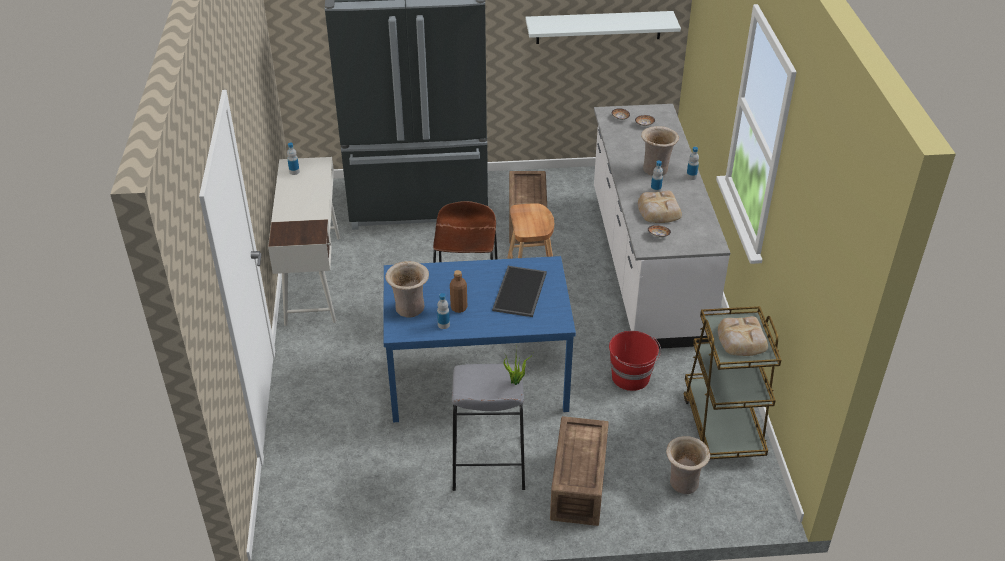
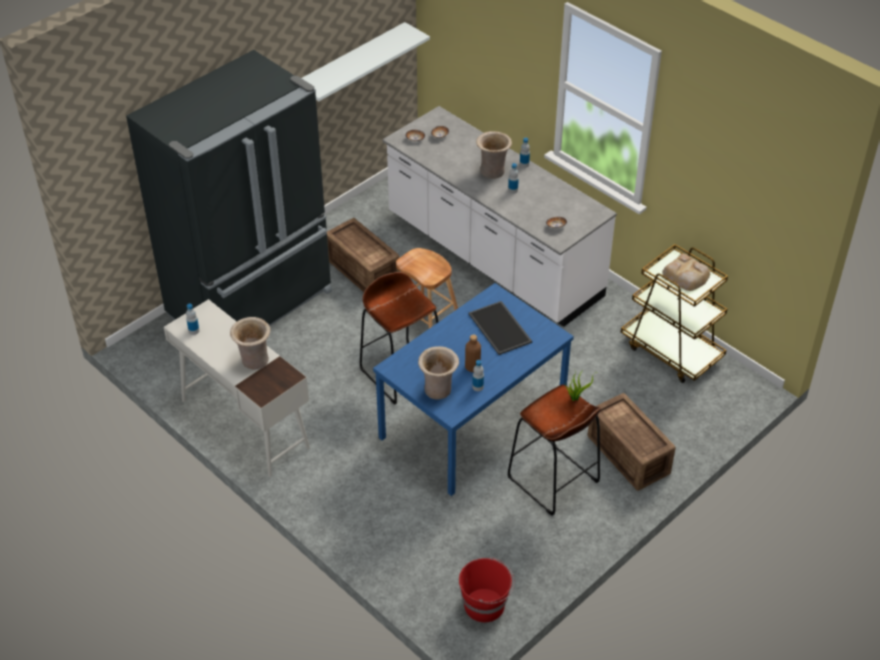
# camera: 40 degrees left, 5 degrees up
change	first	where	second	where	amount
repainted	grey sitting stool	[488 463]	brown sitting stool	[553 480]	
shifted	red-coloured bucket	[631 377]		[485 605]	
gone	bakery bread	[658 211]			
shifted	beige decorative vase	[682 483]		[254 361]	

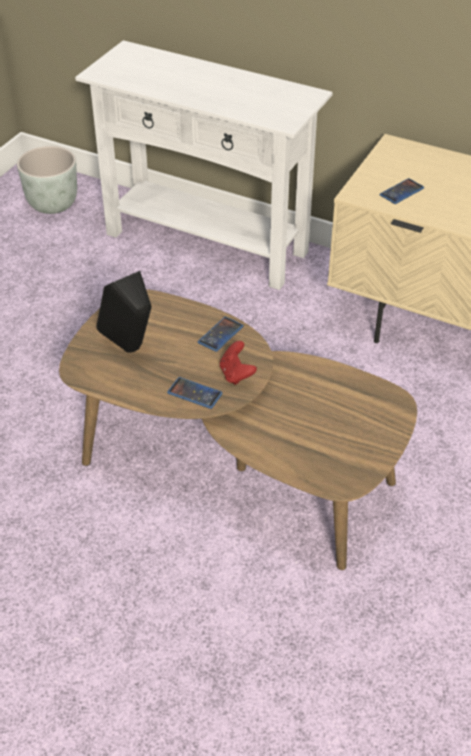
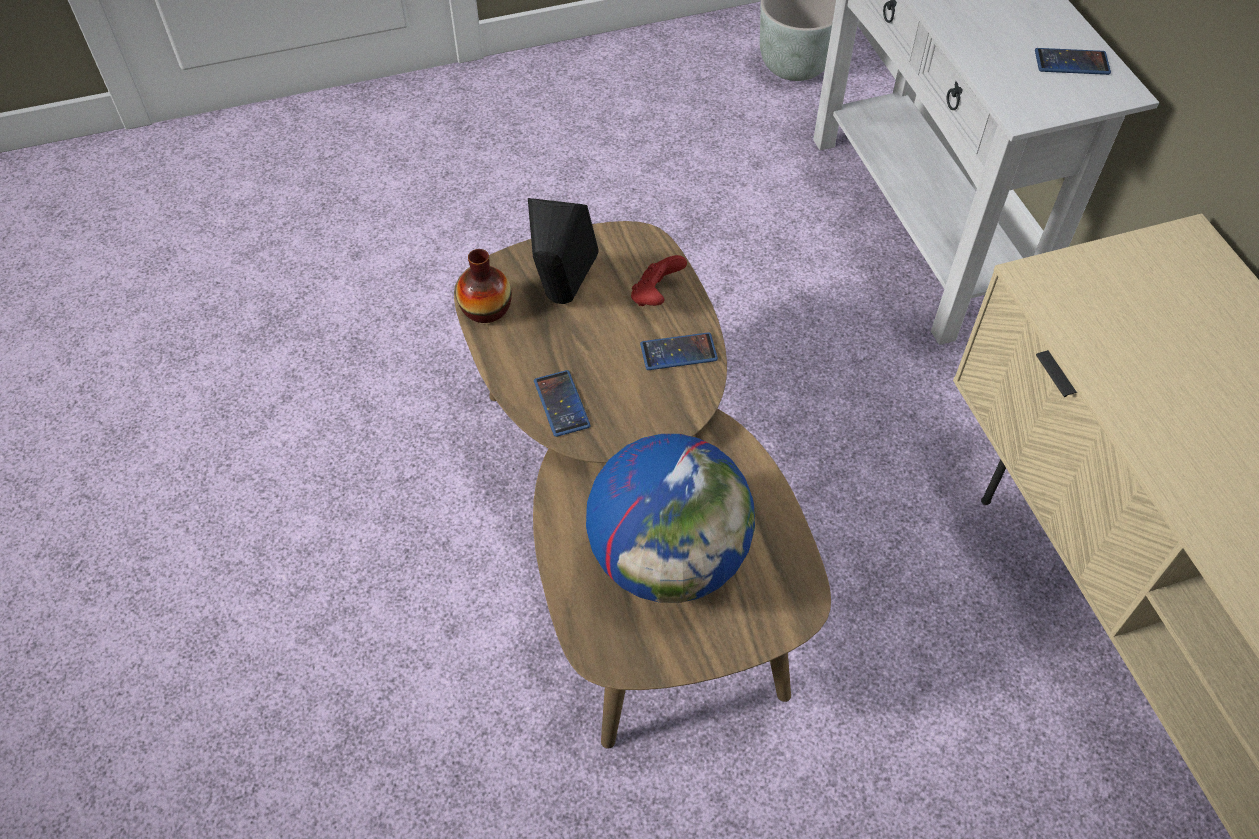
# camera: 45 degrees right, 10 degrees up
change	first	where	second	where	amount
shifted	red-coloured joypad	[236 374]		[656 296]	
shifted	handset	[401 192]		[1071 62]	
new			decorative vase	[486 308]	
new			desk globe	[668 558]	

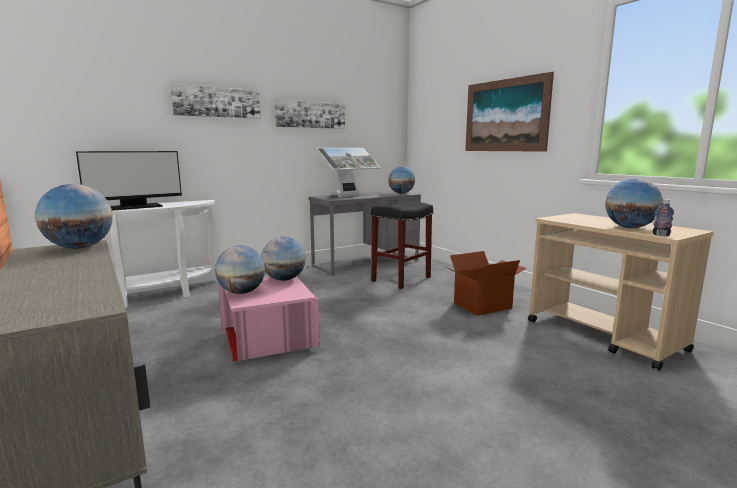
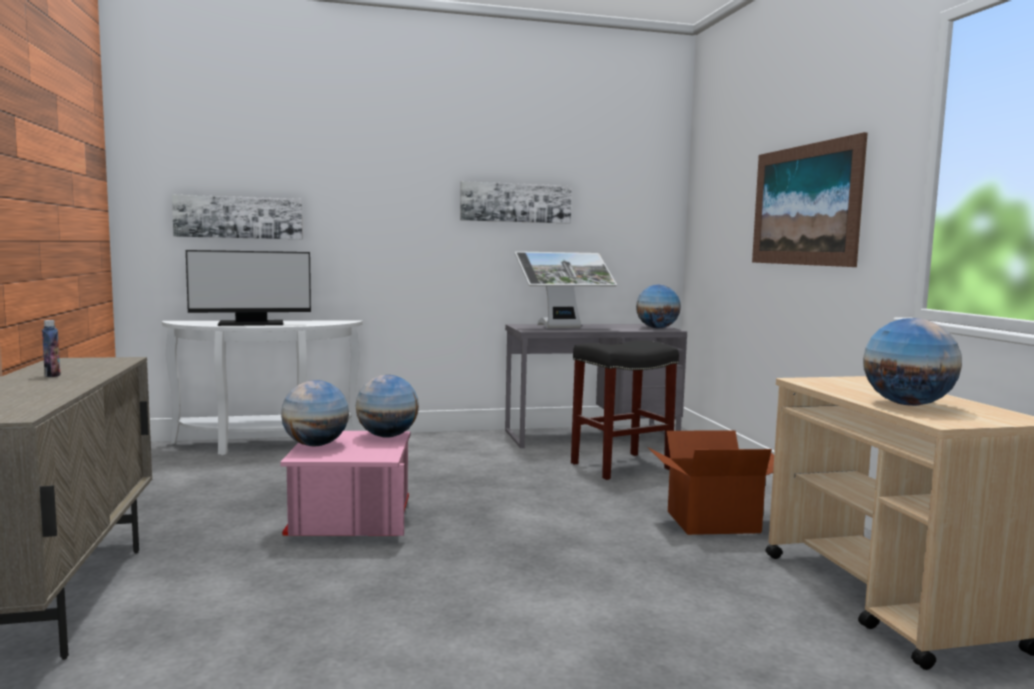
# camera: 20 degrees right, 5 degrees down
change	first	where	second	where	amount
gone	desk globe	[79 247]			
shifted	picture	[217 102]		[239 217]	
shifted	bottle	[661 235]		[52 375]	

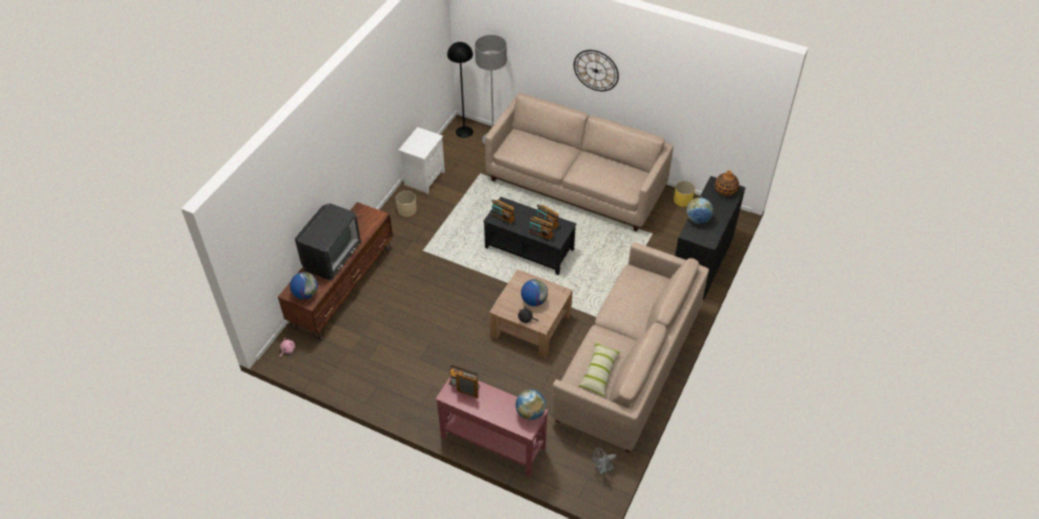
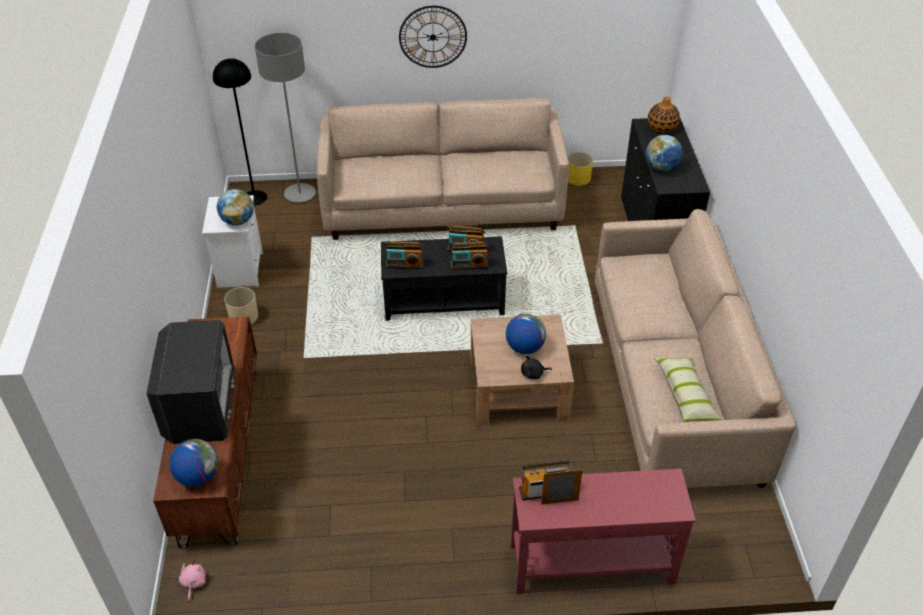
# camera: 30 degrees left, 5 degrees down
change	first	where	second	where	amount
shifted	desk globe	[530 412]		[238 221]	
gone	grey electric fan	[602 470]			

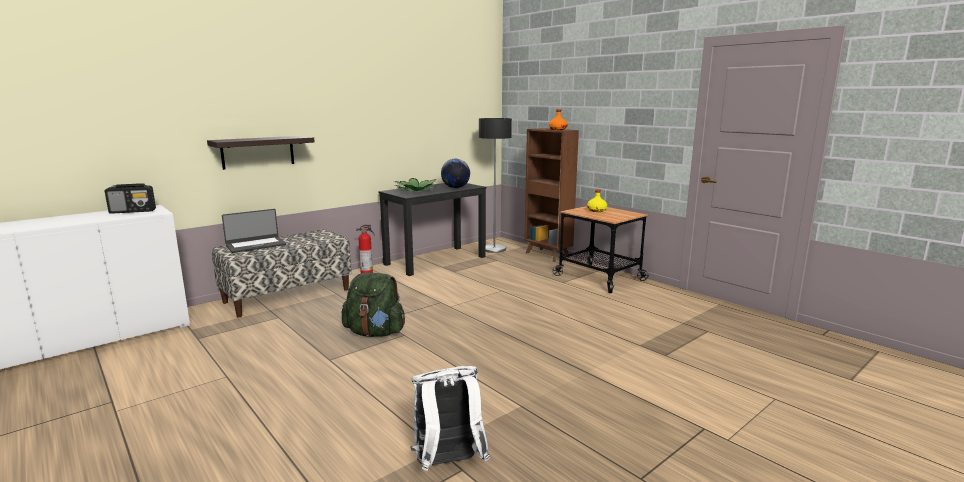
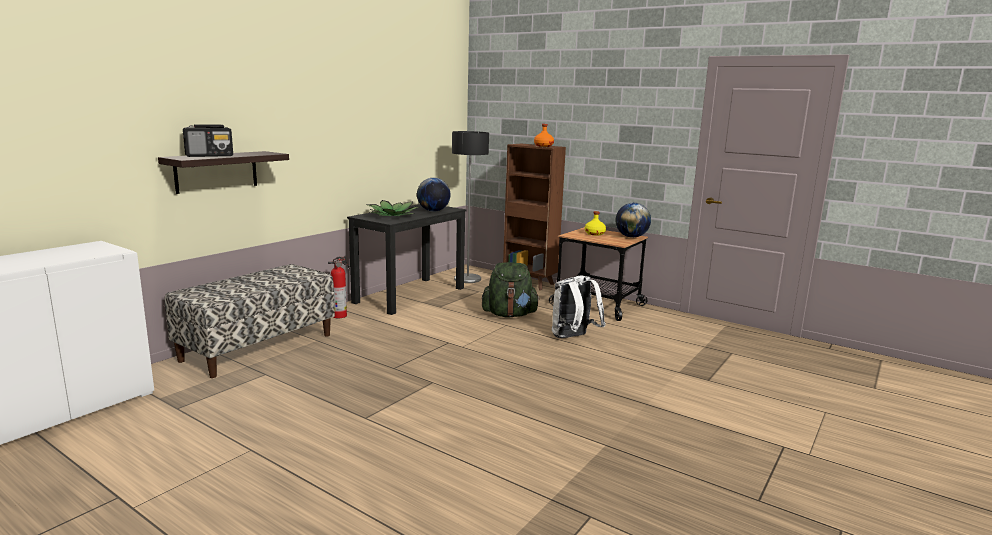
# camera: 15 degrees left, 0 degrees up
change	first	where	second	where	amount
shifted	radio set	[133 211]		[210 156]	
gone	laptop	[255 245]			
shifted	green backpack	[375 333]		[509 315]	
shifted	white backpack	[448 464]		[573 338]	
new			desk globe	[631 237]	

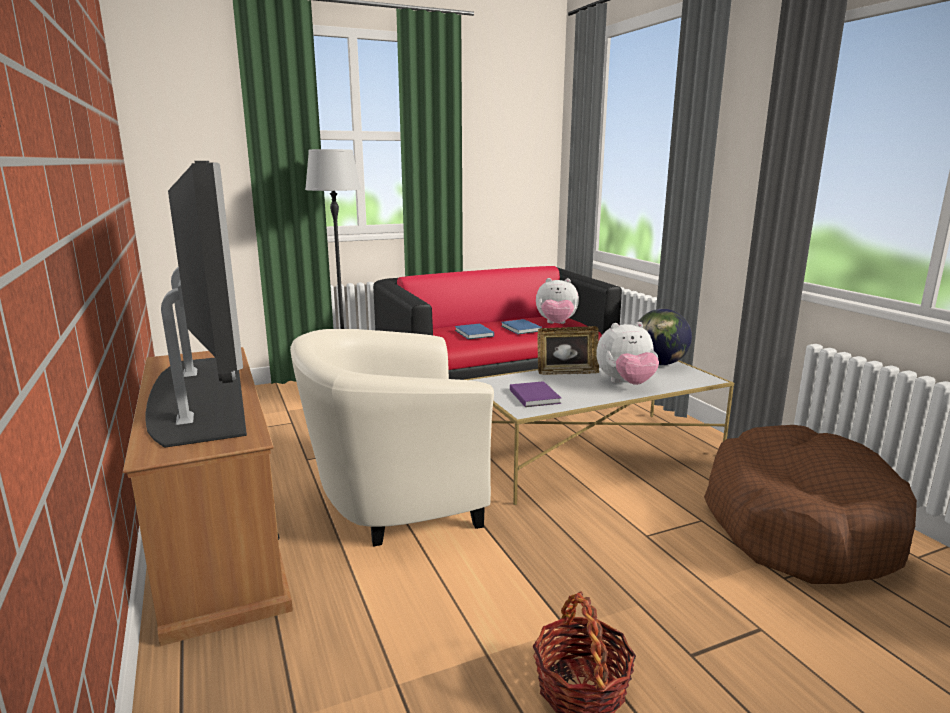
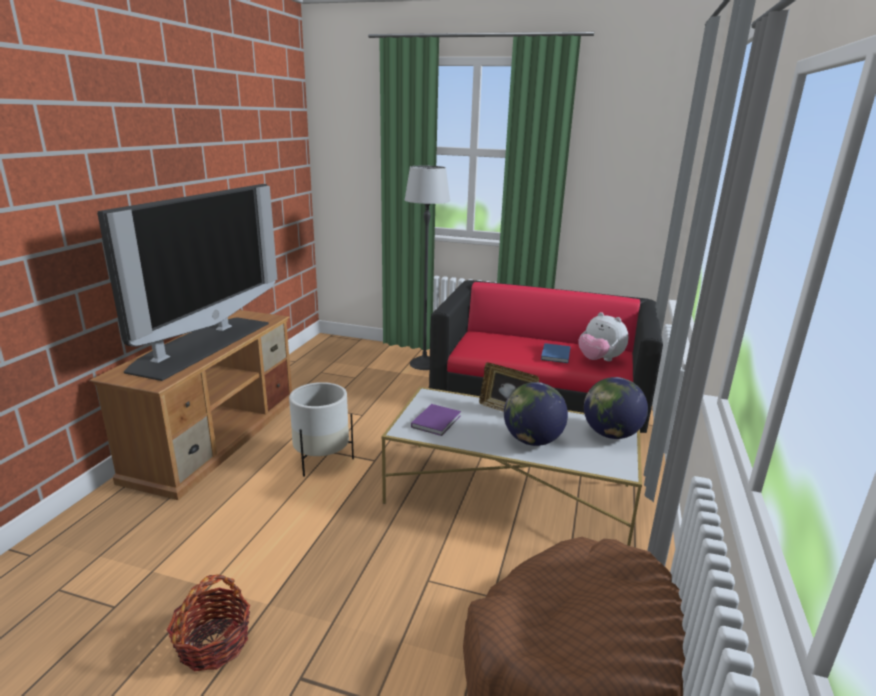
# camera: 40 degrees right, 5 degrees up
change	first	where	second	where	amount
swapped	beige easy chair	[393 500]	white flower pot	[322 460]	
gone	blue-coloured book	[474 333]			
swapped	plush toy	[626 383]	desk globe	[532 441]	

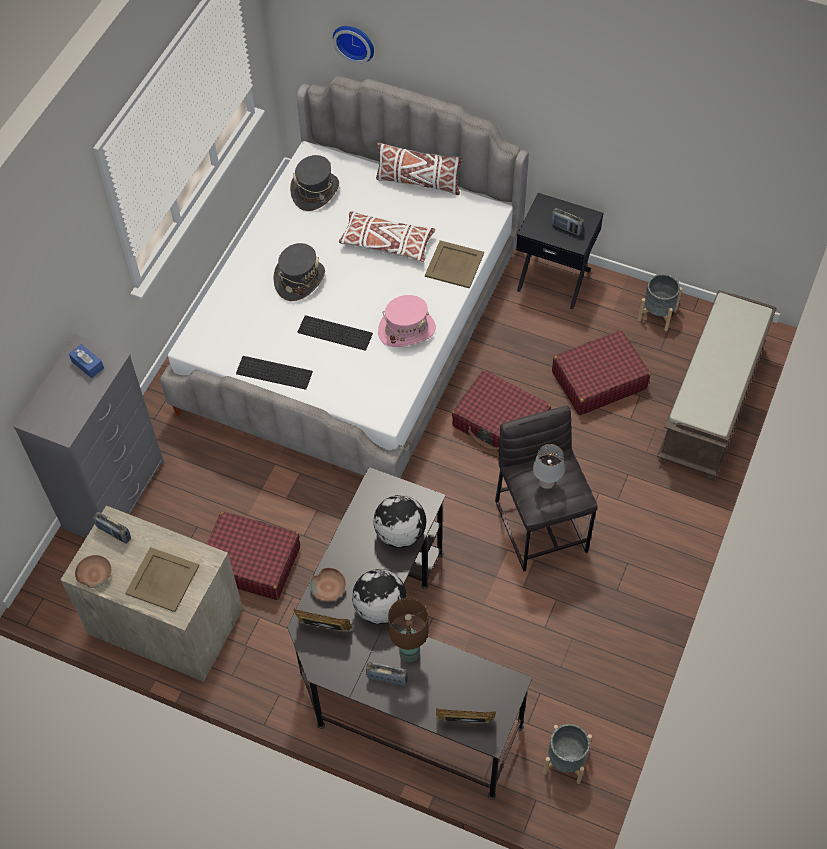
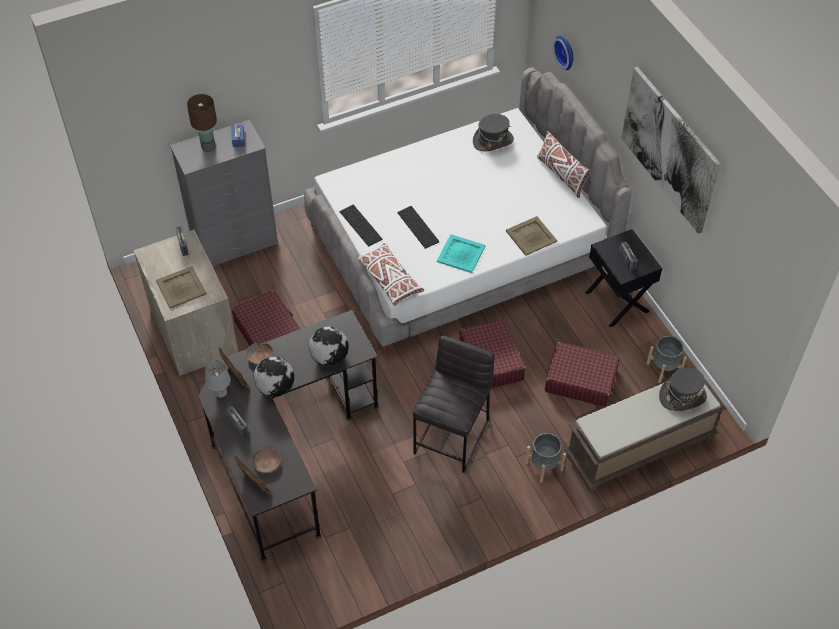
# camera: 40 degrees right, 5 degrees down
change	first	where	second	where	amount
shifted	brown deep dish	[94 574]		[266 462]	
shifted	grey clothing hat	[299 279]		[682 396]	
shifted	white pillow	[386 243]		[389 279]	
swapped	pink-coloured clothing hat	[406 330]	turquoise-coloured carrying tray	[461 253]	
shifted	brown tabletop lamp	[409 653]		[208 147]	
shifted	grey tabletop lamp	[547 483]		[221 393]	
shifted	grey flower pot	[566 761]		[544 466]	
new			picture	[669 149]	

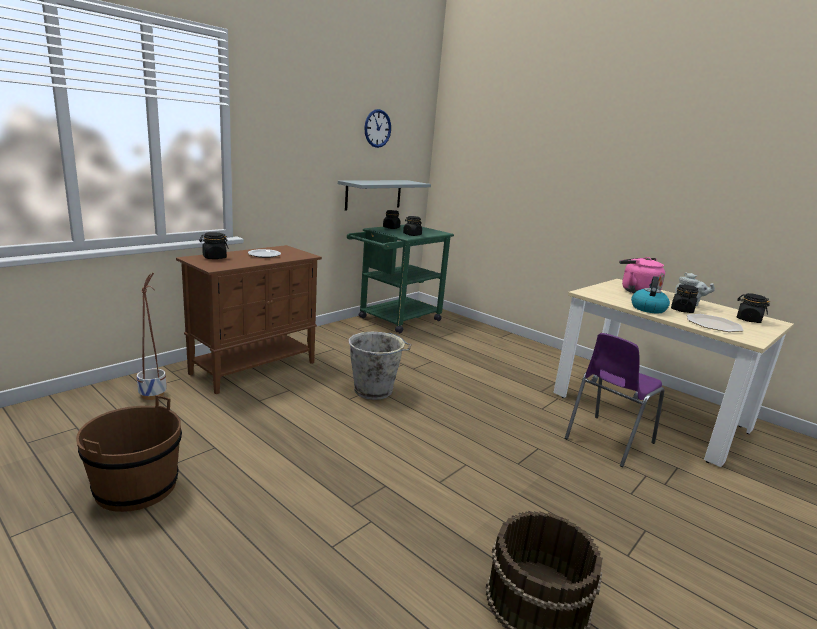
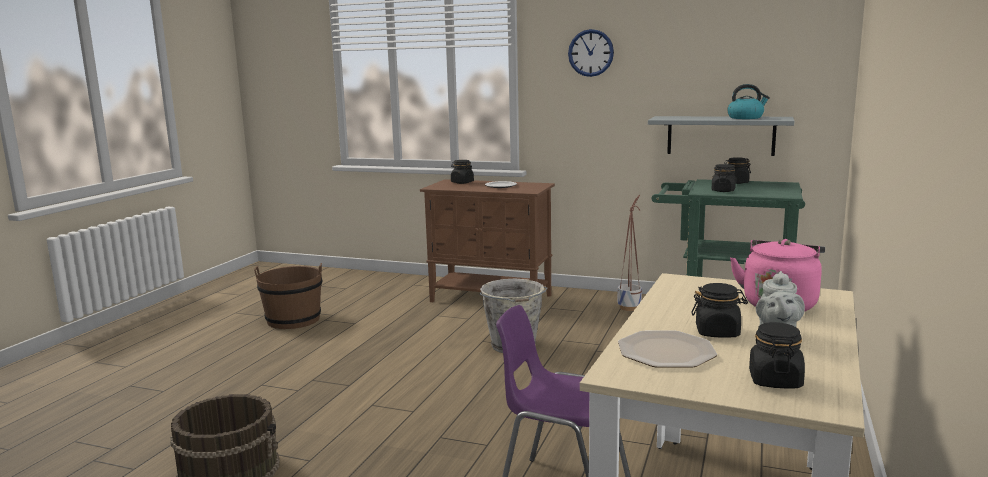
# camera: 70 degrees right, 5 degrees down
change	first	where	second	where	amount
shifted	flower pot	[152 394]		[629 307]	
shifted	clock on the wall	[377 128]		[590 53]	
shifted	tea kettle	[648 308]		[746 118]	

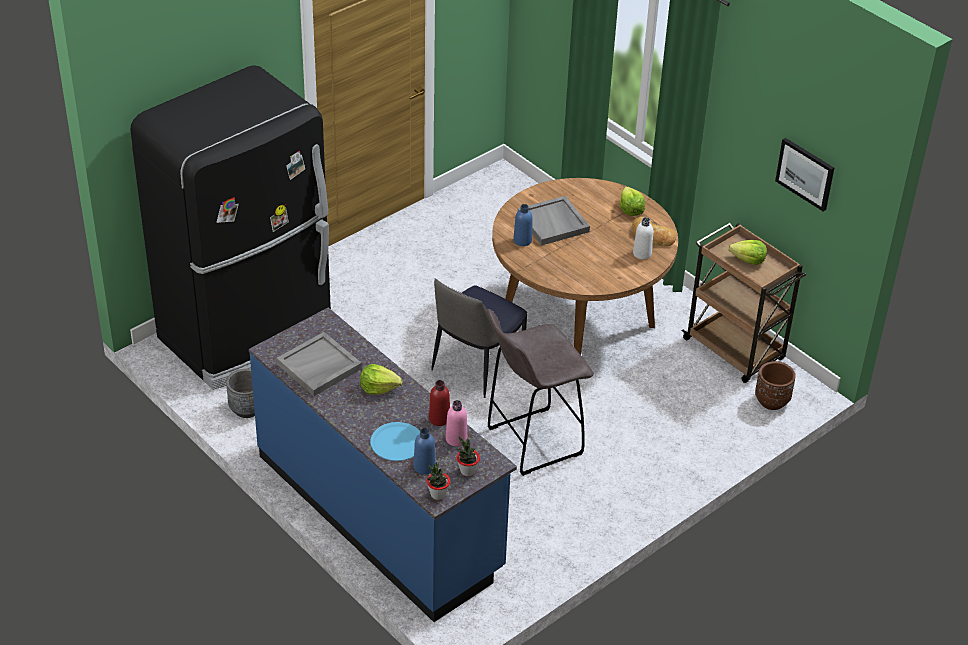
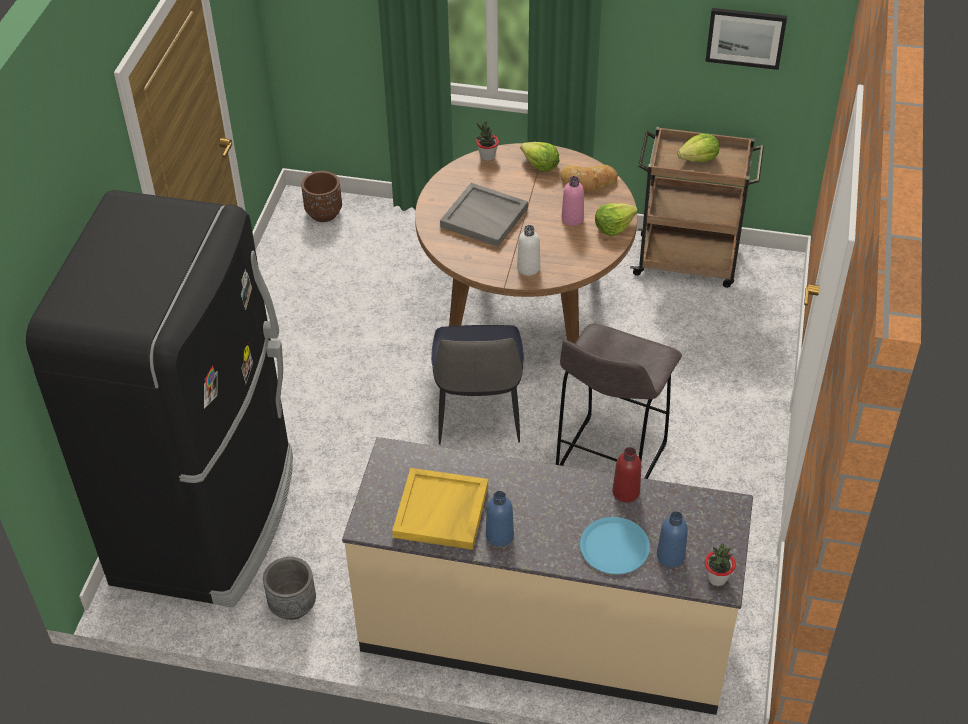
# camera: 35 degrees left, 5 degrees up
change	first	where	second	where	amount
repainted	blue-coloured kitchen base unit	[380 513]	beige kitchen base unit	[545 631]	
repainted	grey carrying tray	[319 367]	yellowish carrying tray	[441 512]	
shifted	head of lettuce	[379 387]		[613 226]	
shifted	pink-coloured bottle	[456 439]		[572 219]	
shifted	plant in a pot	[467 471]		[487 156]	
shifted	blue-coloured bottle	[522 240]		[499 535]	
shifted	white bottle	[642 253]		[528 268]	
shifted	brown flower pot	[772 401]		[324 213]	

